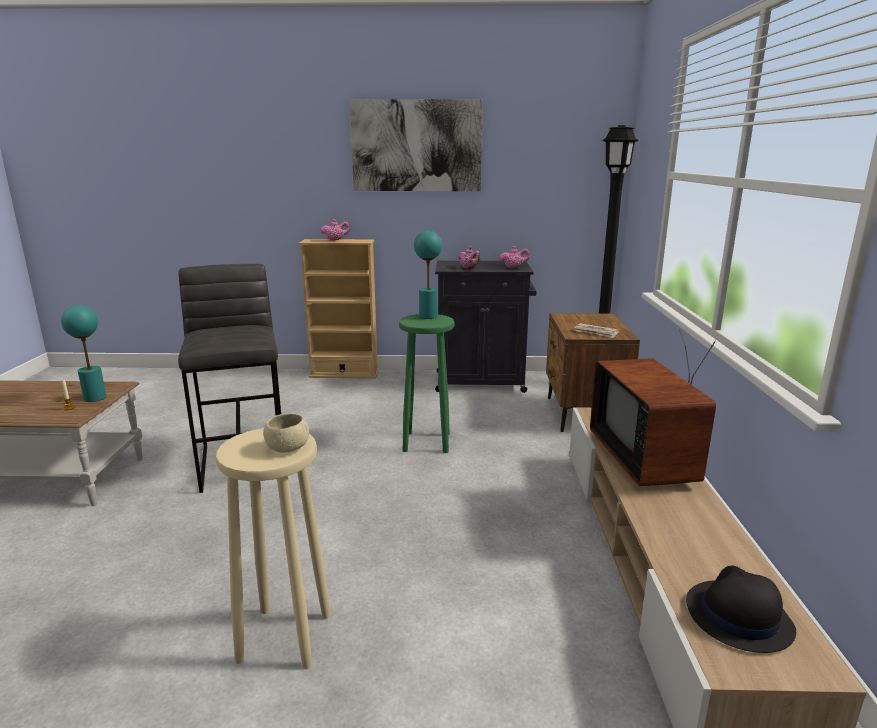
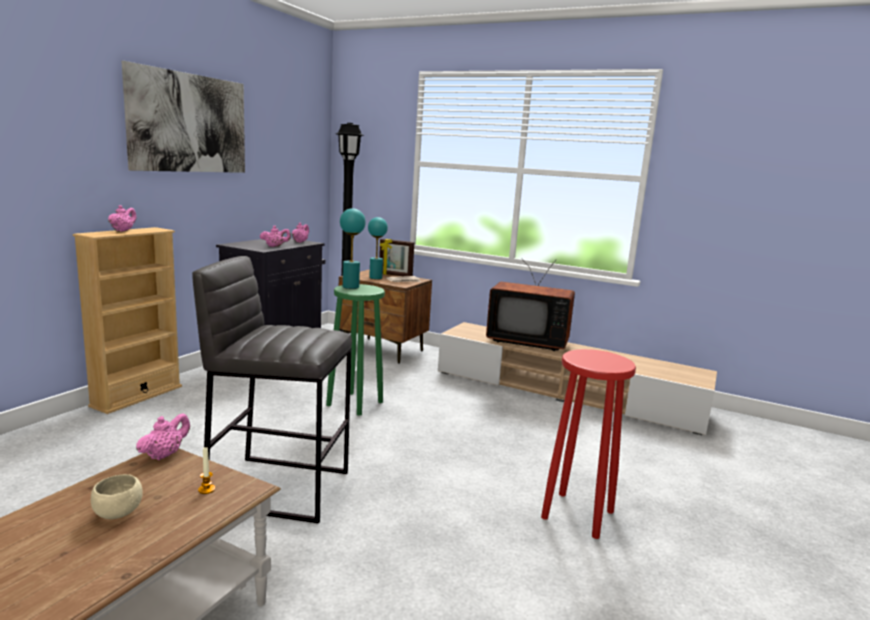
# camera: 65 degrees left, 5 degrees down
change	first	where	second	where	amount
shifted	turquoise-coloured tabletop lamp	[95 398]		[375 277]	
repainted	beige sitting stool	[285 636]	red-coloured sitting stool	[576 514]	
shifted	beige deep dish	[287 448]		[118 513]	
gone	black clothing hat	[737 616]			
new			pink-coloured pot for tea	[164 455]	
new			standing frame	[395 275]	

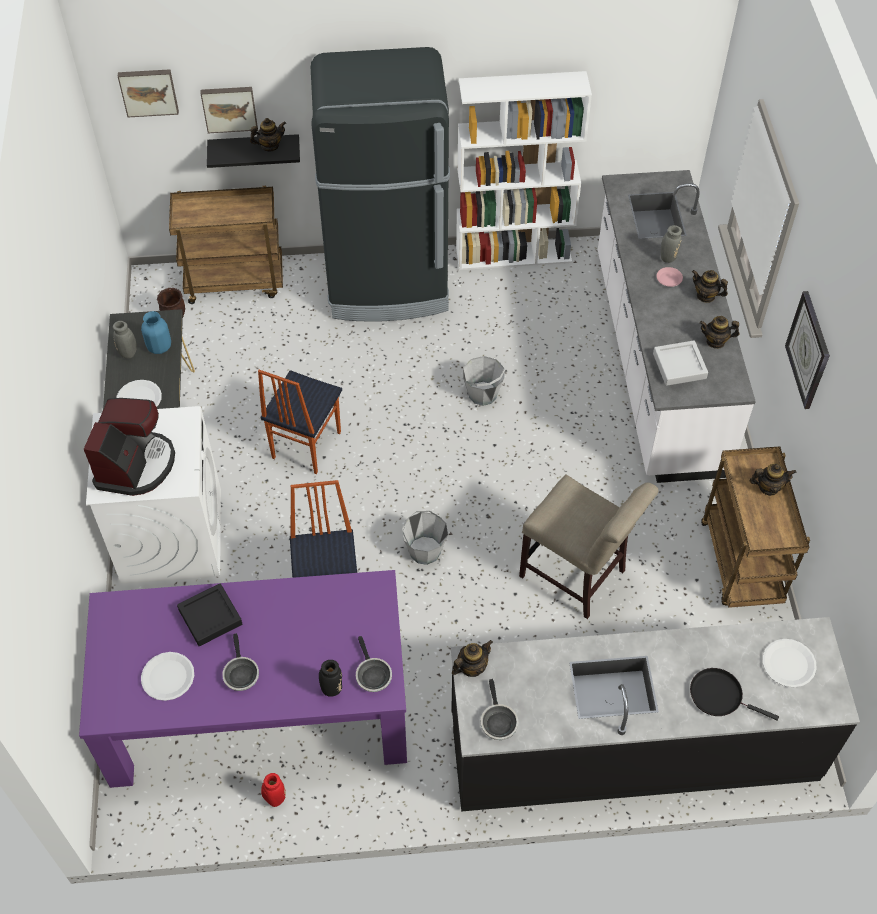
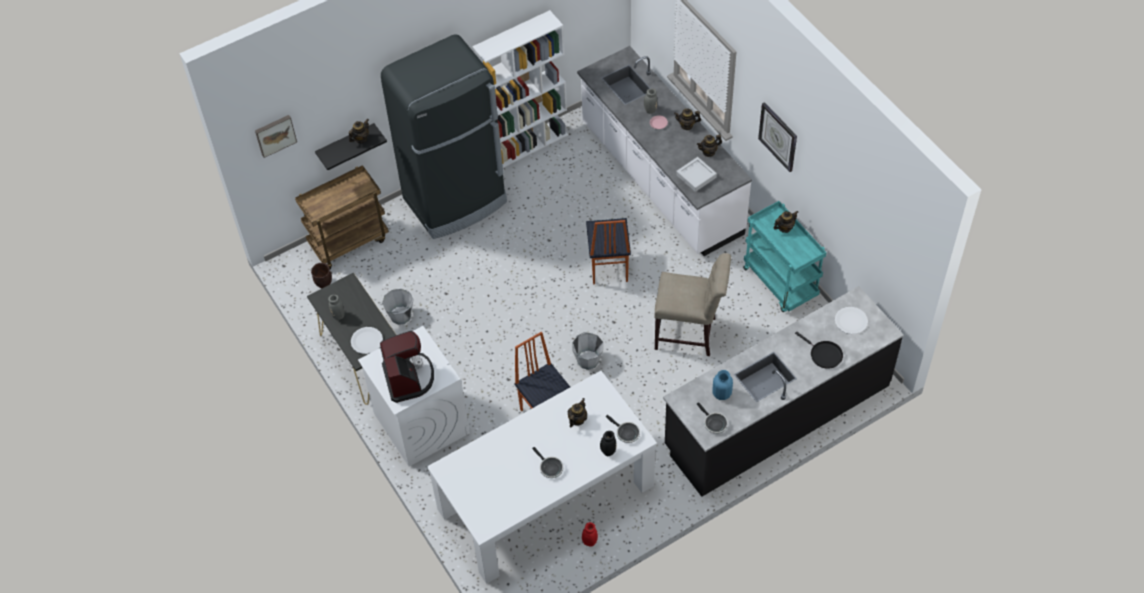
# camera: 25 degrees left, 0 degrees up
change	first	where	second	where	amount
repainted	purple-coloured dinner table	[258 707]	white dinner table	[546 497]	
shifted	blue-coloured decorative vase	[159 346]		[721 393]	
gone	white plate	[168 677]			
gone	black carrying tray	[210 617]			
gone	picture	[229 108]			
shifted	chair	[305 445]		[608 267]	
shifted	pot for tea	[471 667]		[577 420]	
shifted	grey bucket	[482 394]		[400 316]	
rotated	black frying pan	[719 695]		[824 355]	135 degrees counterclockwise
repainted	brown trolley	[742 564]	turquoise-coloured trolley	[781 283]	

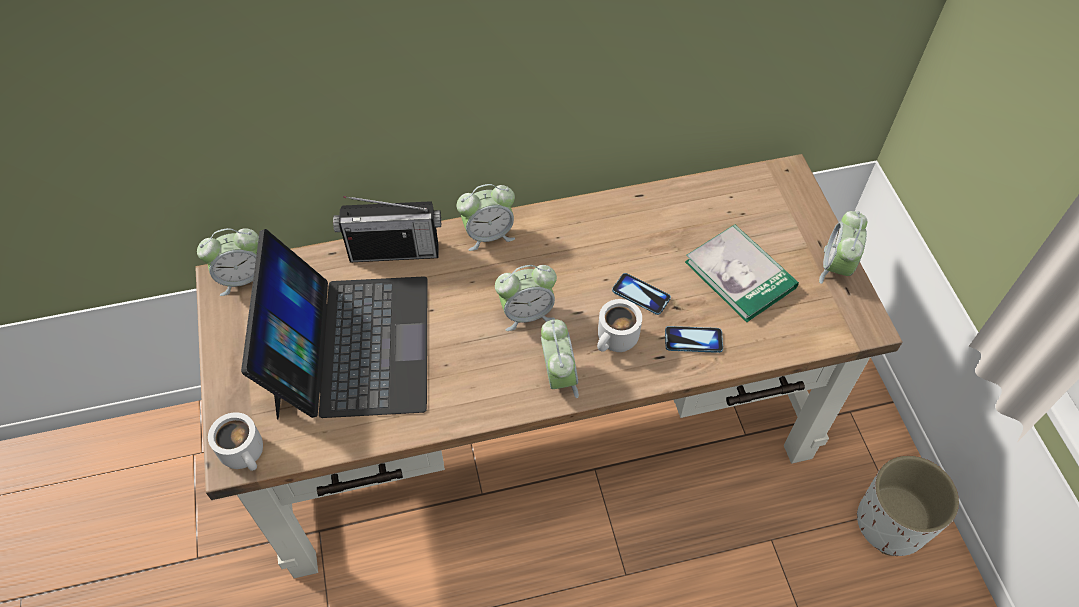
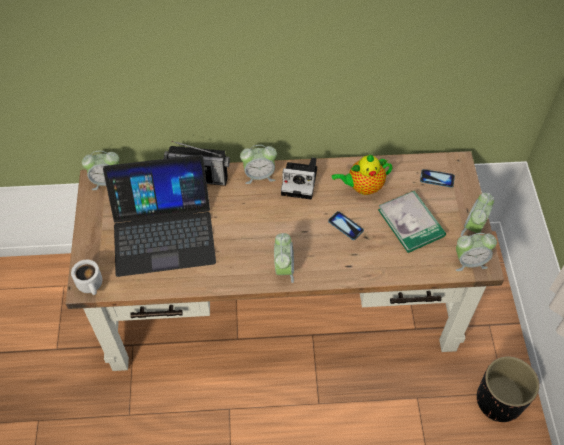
# camera: 10 degrees right, 0 degrees up
change	first	where	second	where	amount
rotated	laptop	[351 345]		[163 231]	75 degrees clockwise
shifted	bedside clock	[526 314]		[469 261]	
gone	white mug	[617 341]			
shifted	handset	[693 340]		[437 179]	
repainted	white flower pot	[891 523]	black flower pot	[499 401]	
new			photo camera	[301 181]	
new			pot for tea	[363 187]	

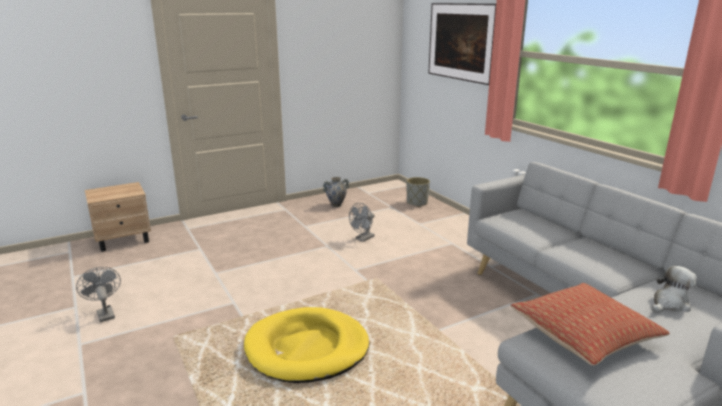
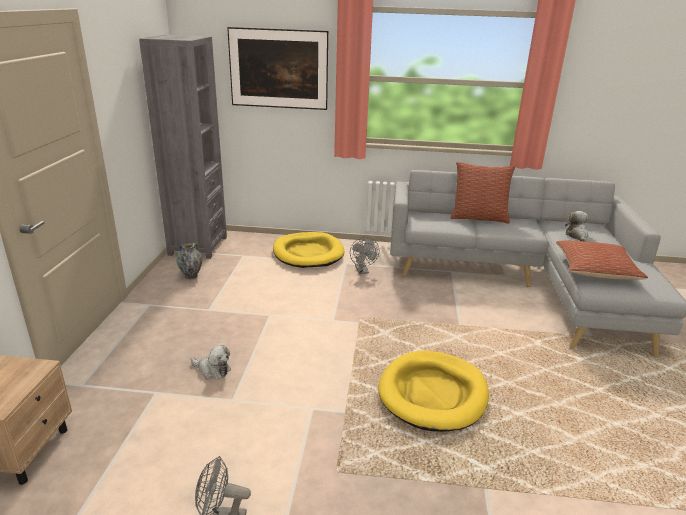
# camera: 55 degrees left, 5 degrees up
change	first	where	second	where	amount
shifted	grey electric fan	[363 239]		[362 271]	
gone	grey flower pot	[417 203]			
new			grey bookcase	[198 246]	
new			plush toy	[212 370]	
new			yellowish dog bed	[308 253]	
new			pillow	[478 217]	

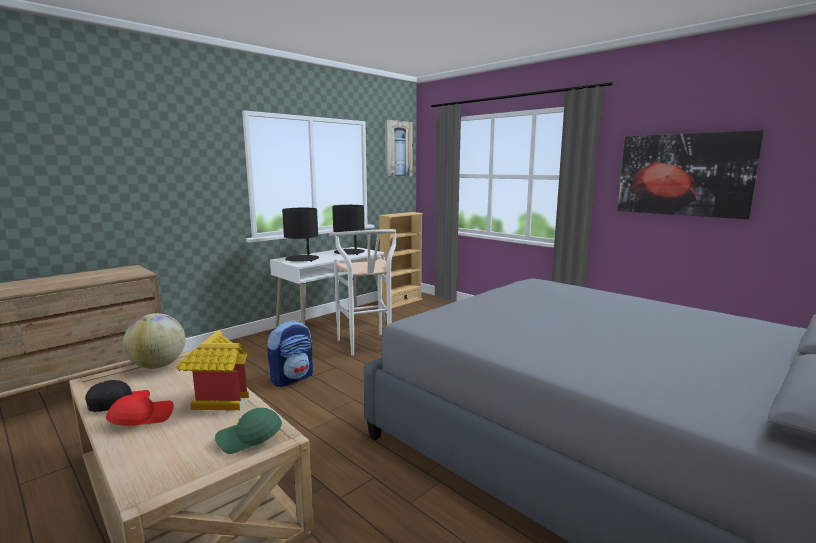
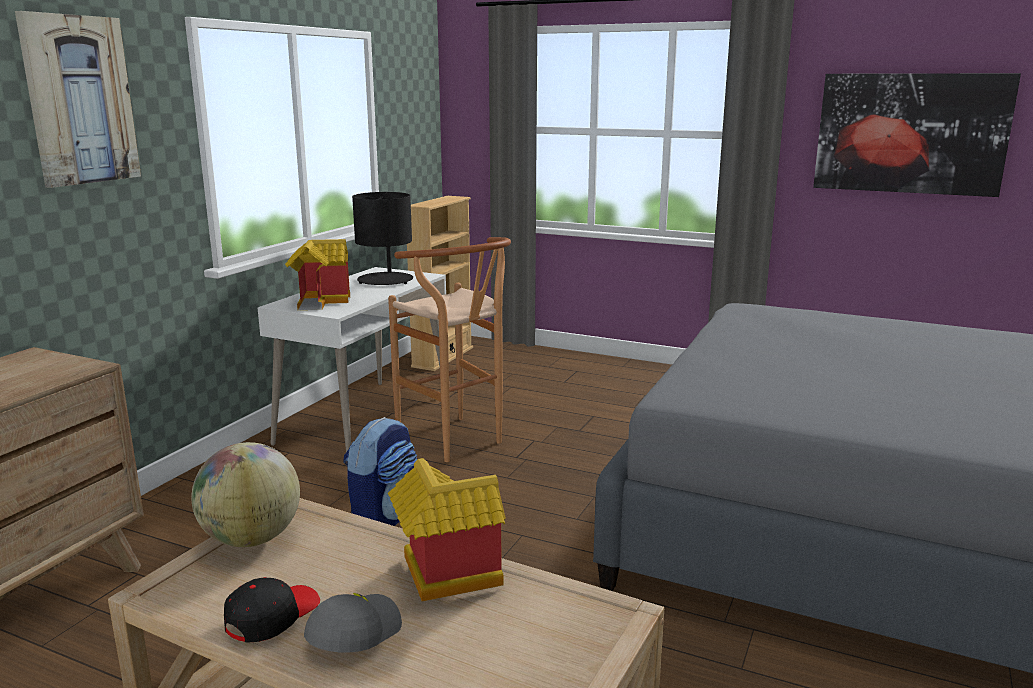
# camera: 20 degrees left, 5 degrees up
change	first	where	second	where	amount
repainted	red-coloured cap	[142 418]	grey cap	[353 633]	
gone	green cap	[249 439]			
swapped	black tabletop lamp	[302 259]	model house	[321 301]	
repainted	white sitting stool	[366 346]	brown sitting stool	[457 443]	
shifted	picture	[398 148]		[79 100]	

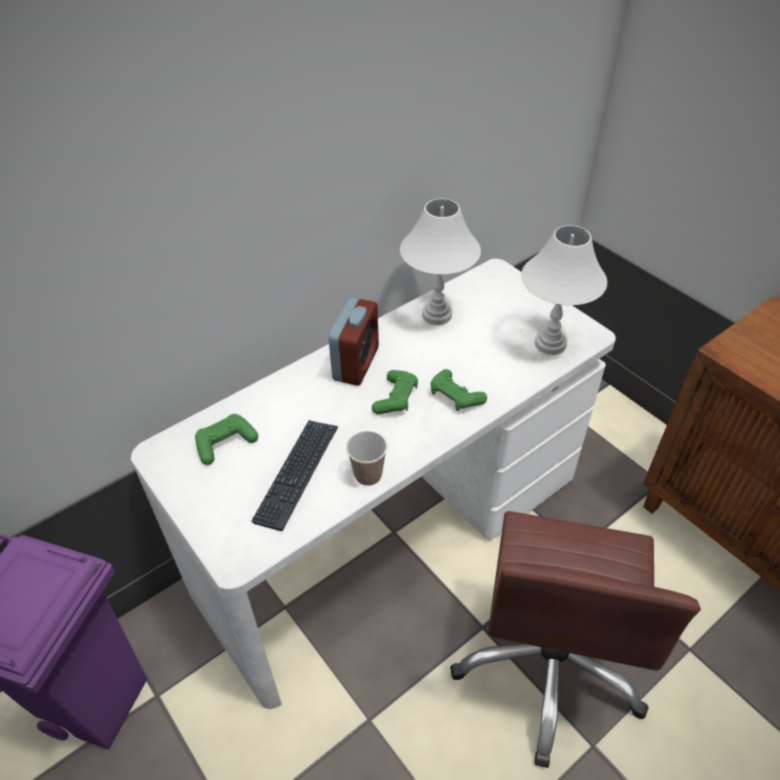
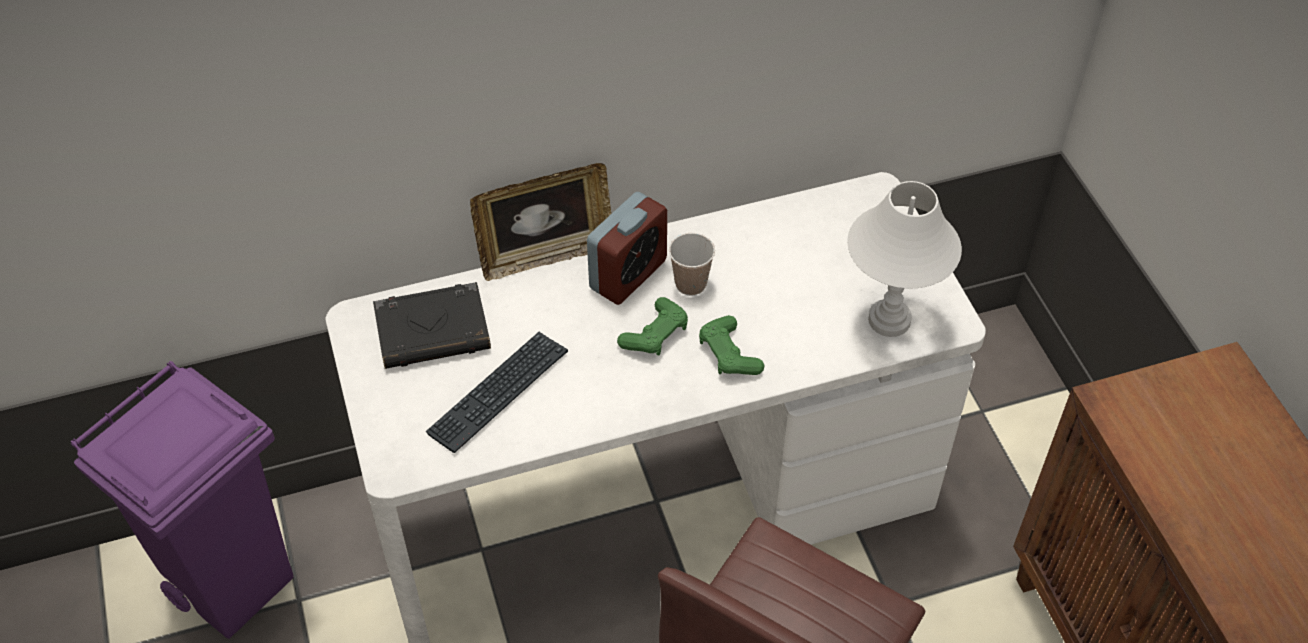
# camera: 20 degrees right, 5 degrees up
change	first	where	second	where	amount
swapped	green joypad	[225 443]	black book	[434 331]	
shifted	cup	[368 475]		[690 284]	
gone	white tabletop lamp	[436 315]			
new			standing frame	[546 255]	

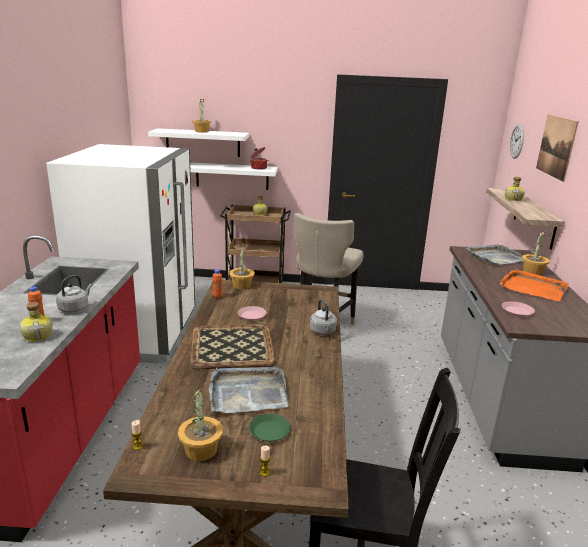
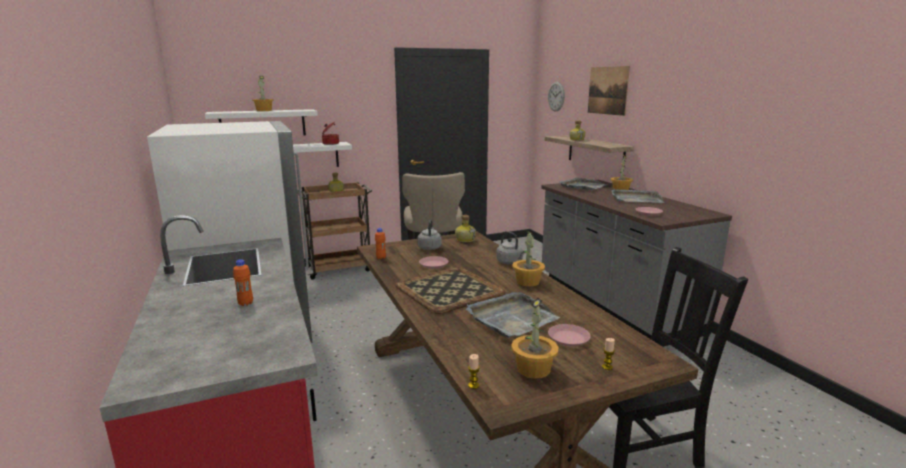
# camera: 25 degrees left, 5 degrees down
change	first	where	second	where	amount
shifted	bottle	[38 335]		[465 239]	
shifted	grey tea kettle	[75 308]		[429 247]	
shifted	plant in a pot	[241 285]		[527 282]	
repainted	green plate	[269 431]	pink-coloured plate	[568 338]	
repainted	orange carrying tray	[533 288]	grey carrying tray	[635 199]	

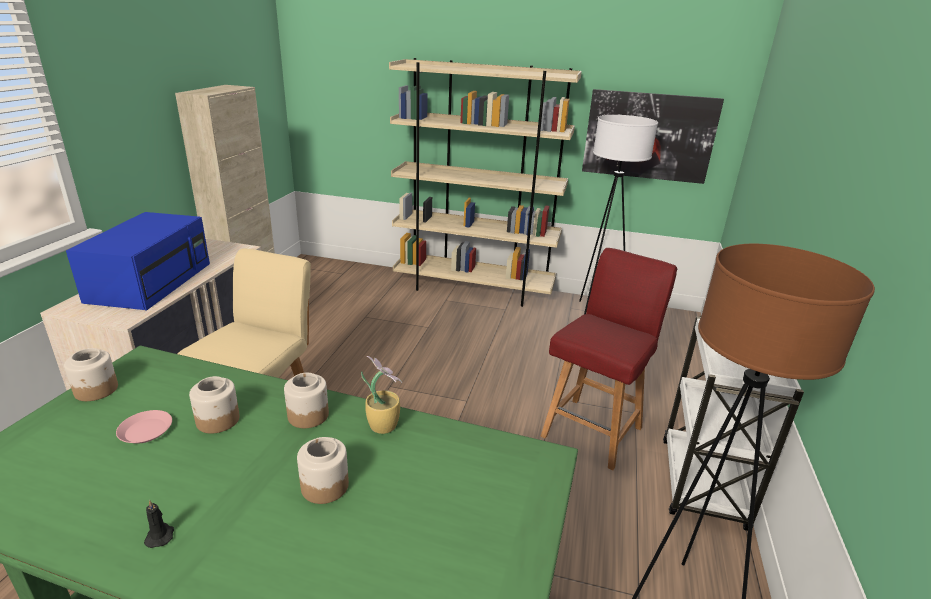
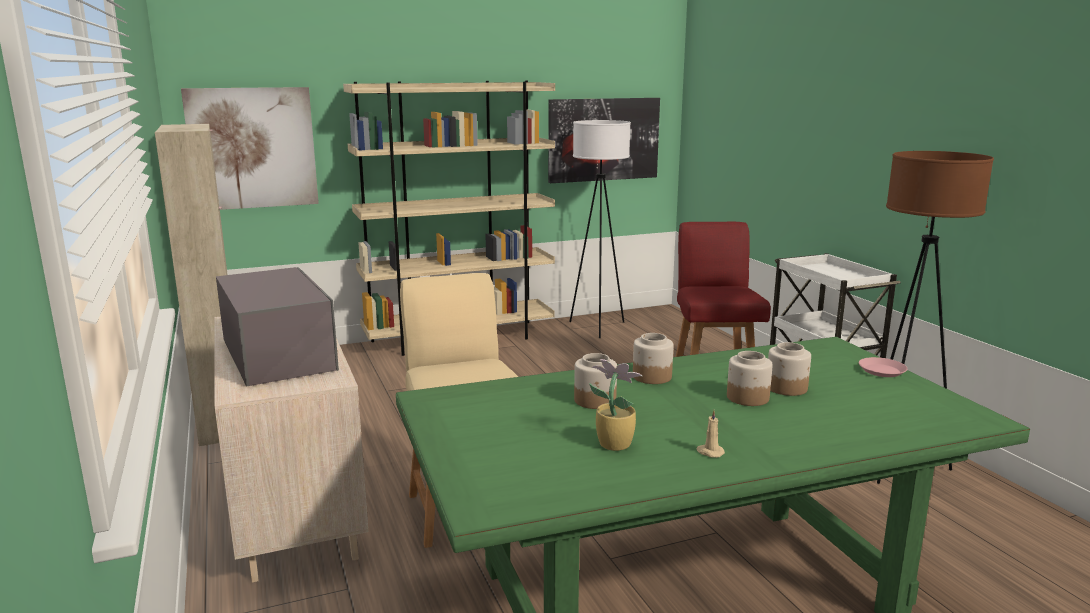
# camera: 35 degrees left, 10 degrees down
change	first	where	second	where	amount
shifted	jar	[96 390]		[787 388]	
repainted	blue-coloured microwave	[151 281]	grey microwave	[277 354]	
shifted	pink-coloured plate	[145 431]		[882 371]	
repainted	black wax light	[160 536]	beige wax light	[709 452]	
shifted	plant in a pot	[383 425]		[613 444]	
new			picture	[252 148]	

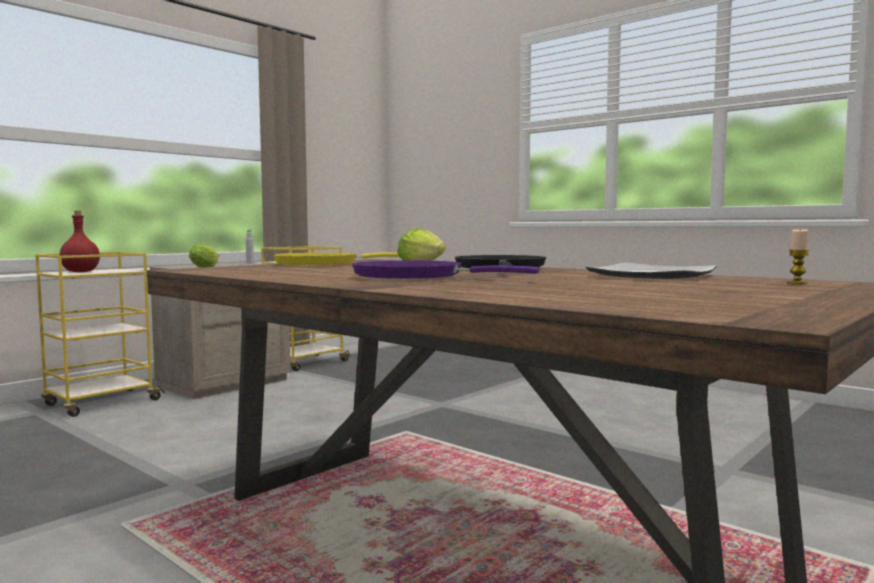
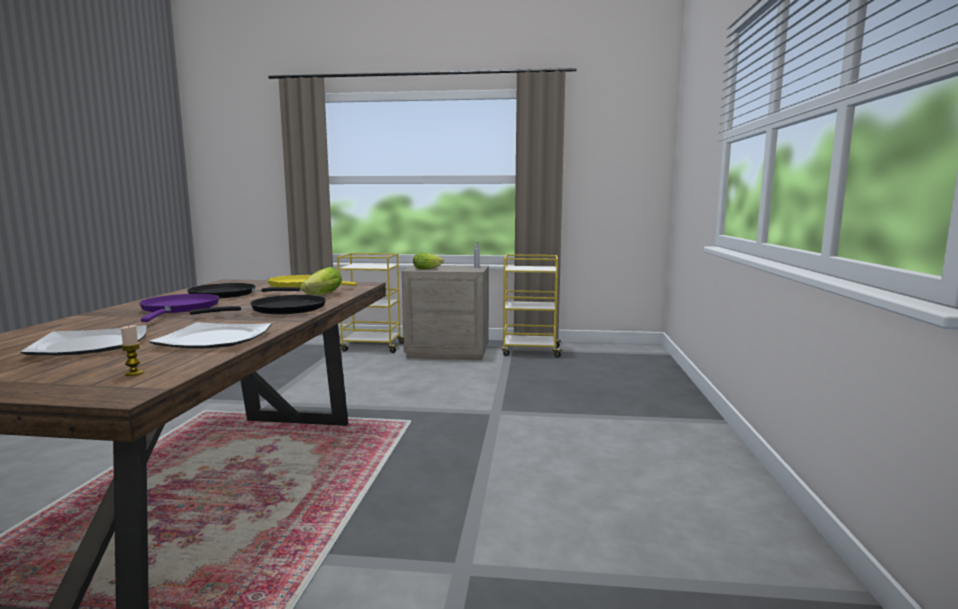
# camera: 55 degrees right, 5 degrees up
change	first	where	second	where	amount
gone	red-coloured bottle	[80 272]			
new			plate	[89 345]	
new			black frying pan	[228 295]	

